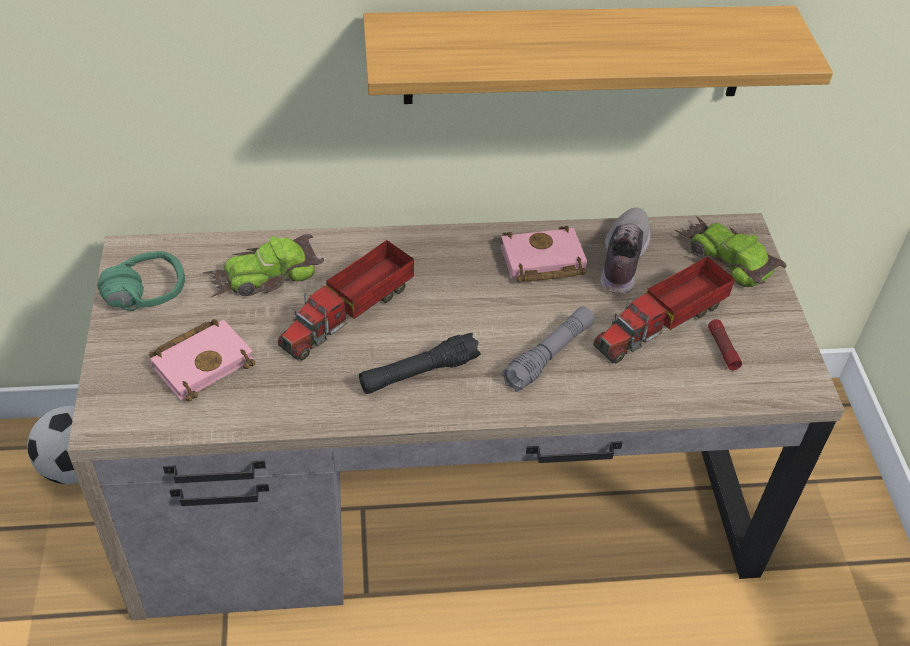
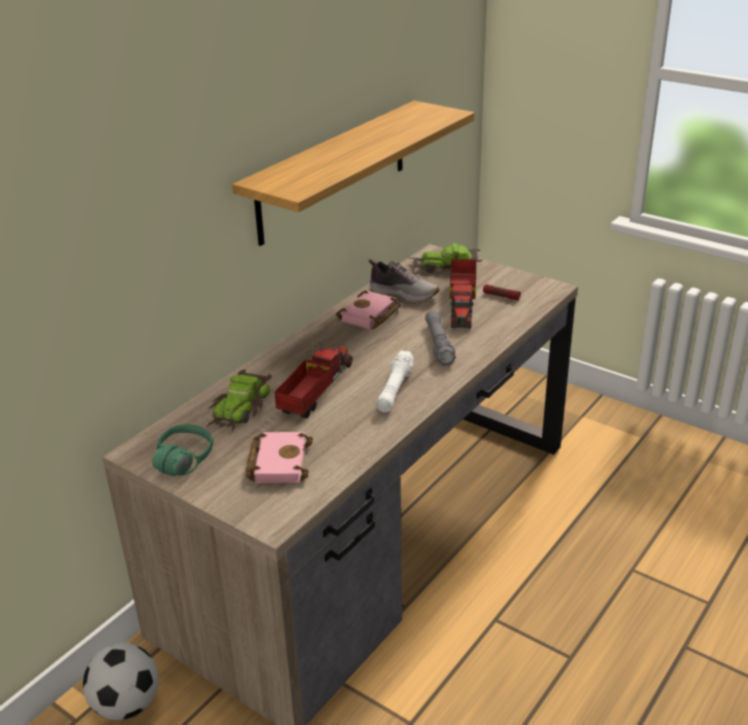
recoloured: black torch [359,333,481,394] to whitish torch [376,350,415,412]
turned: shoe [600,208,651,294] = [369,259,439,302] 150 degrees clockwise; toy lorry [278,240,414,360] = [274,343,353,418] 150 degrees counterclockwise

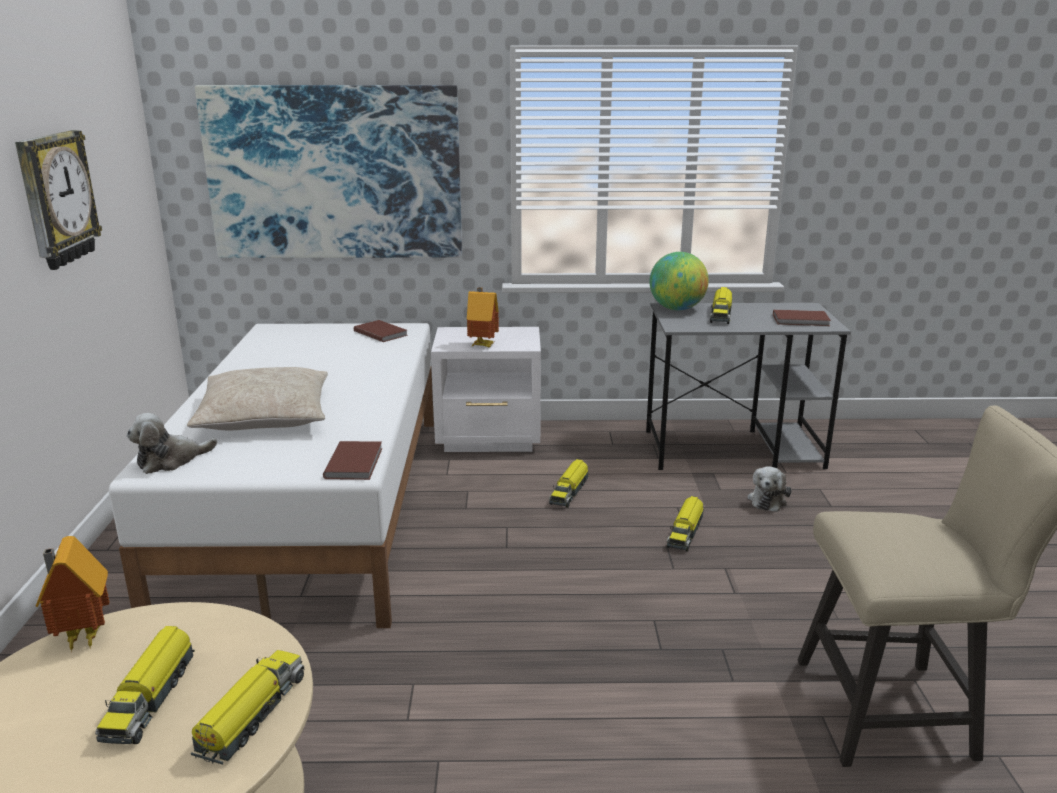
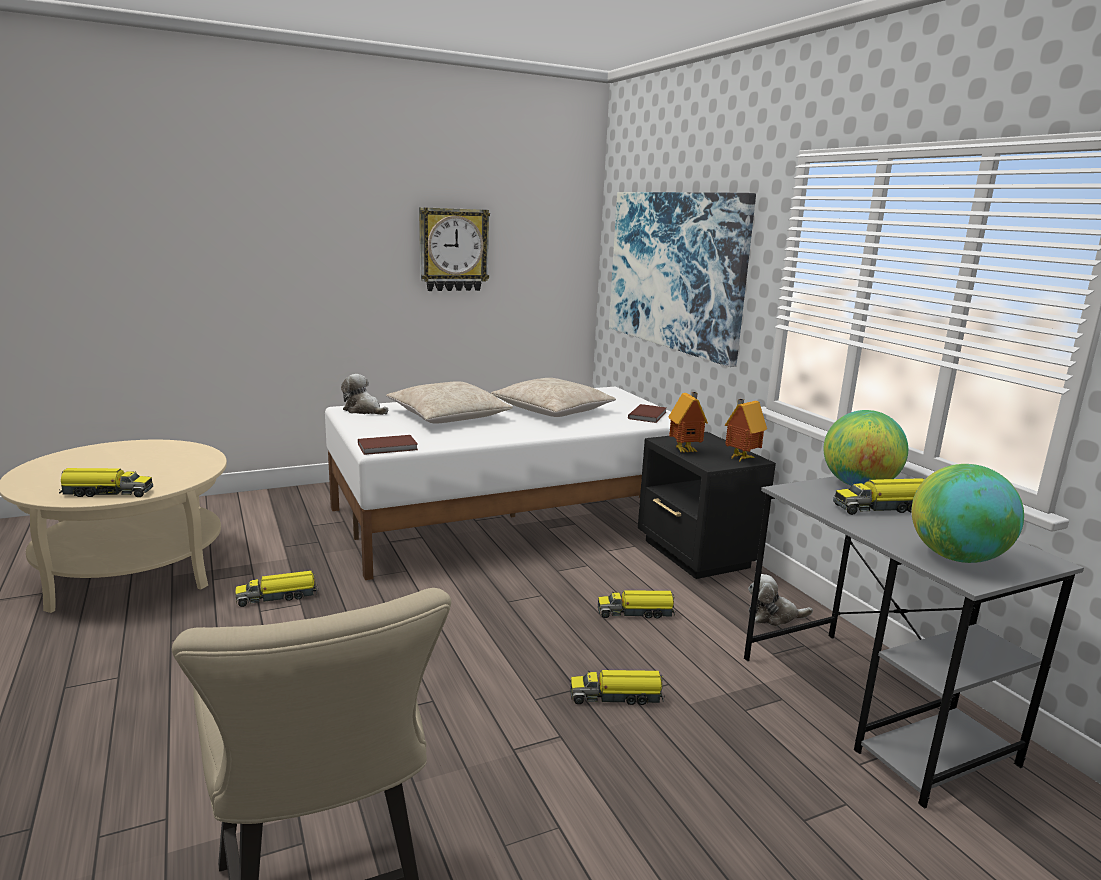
added: sand-coloured pillow [491,378,616,417]
moved: soft toy [747,466,792,512] to [748,574,813,626]; model house [35,536,110,653] to [725,399,767,461]; toy lorry [95,626,195,744] to [235,571,318,607]
replaced: brown-coloured volume [773,310,831,326] to world globe [912,464,1024,563]
recoloured: whitish bedside table [431,327,541,452] to black bedside table [638,432,776,579]

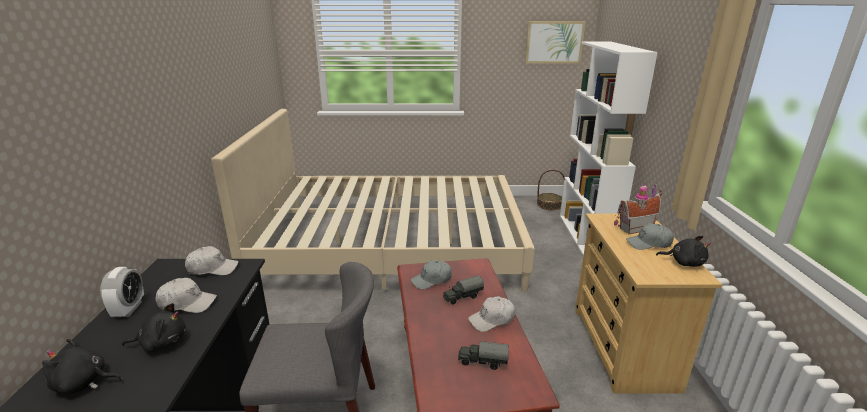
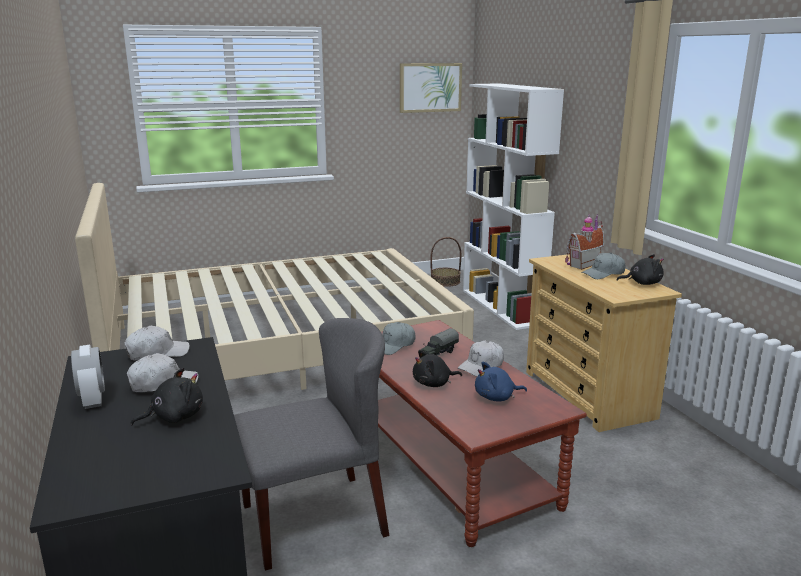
moved: black soft toy [42,339,122,394] to [413,350,462,387]
replaced: toy lorry [458,341,509,370] to blue soft toy [475,362,527,402]

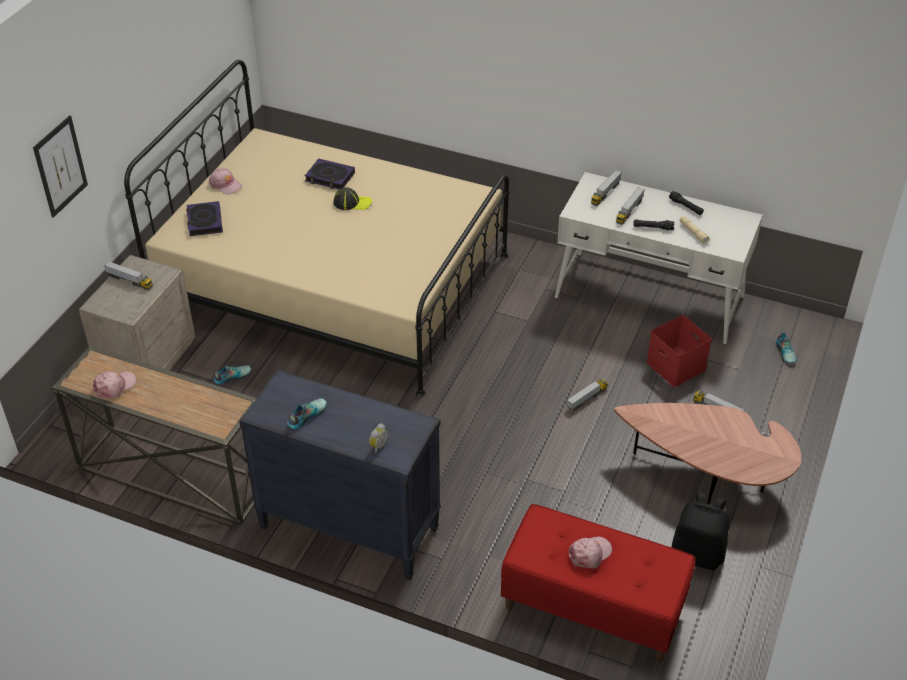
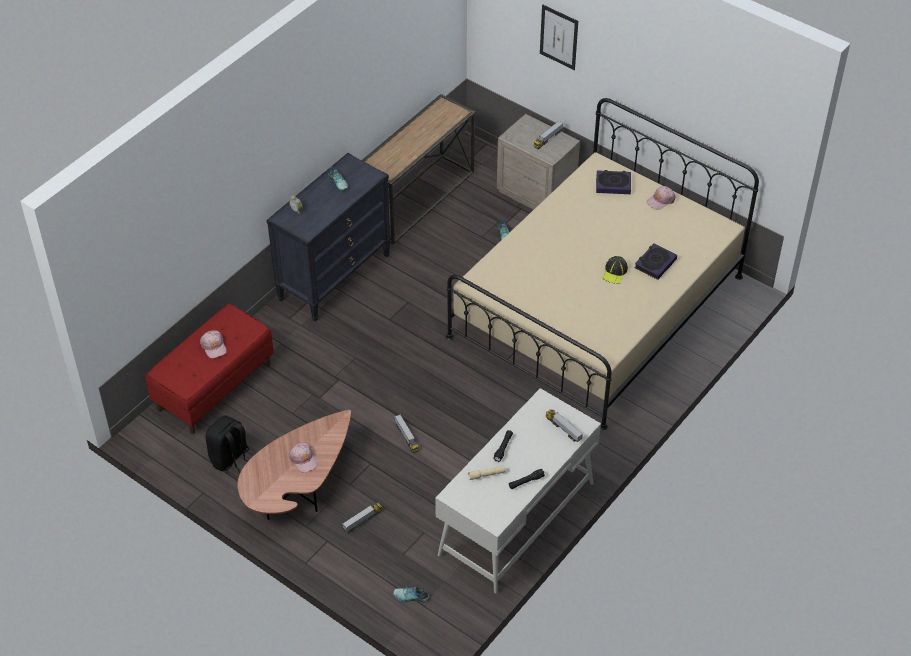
removed: toy lorry [616,187,645,225]; reddish storage container [646,315,712,387]
moved: pinkish baseball cap [93,371,136,398] to [289,442,318,473]

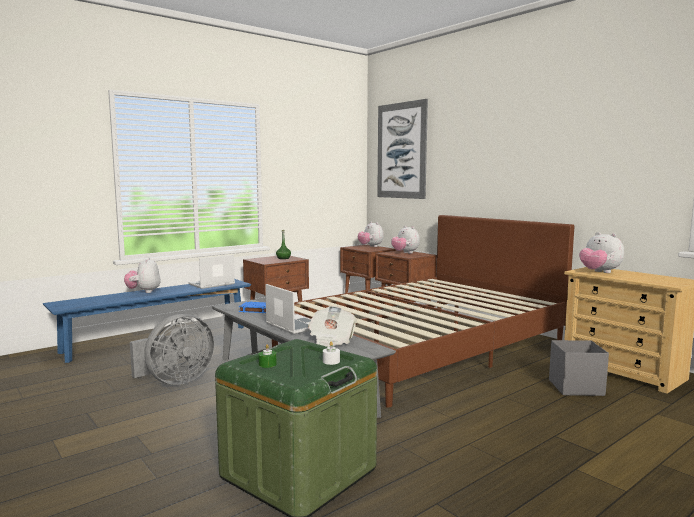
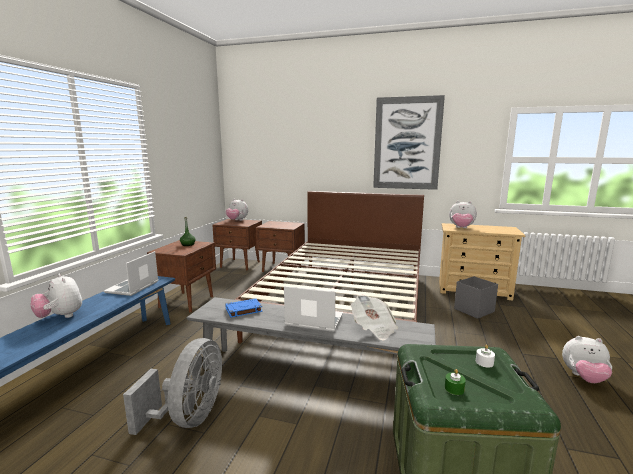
moved: wall picture [377,99,428,199] to [373,95,445,190]; soft toy [391,226,420,254] to [562,336,612,383]

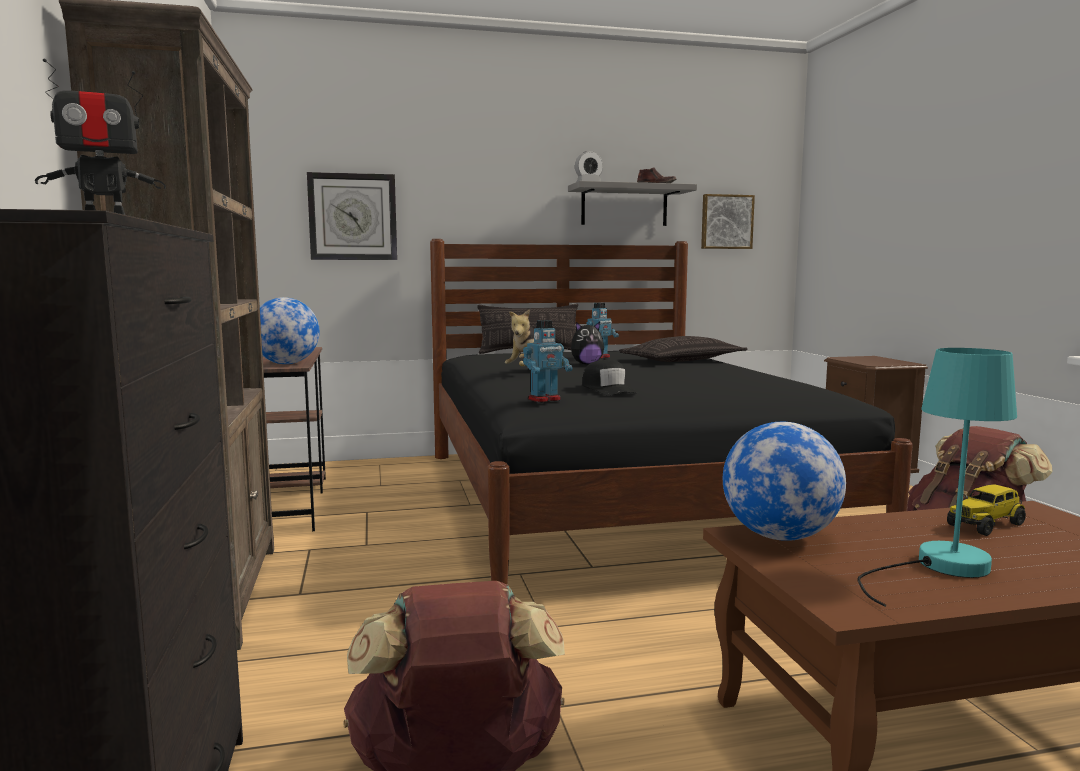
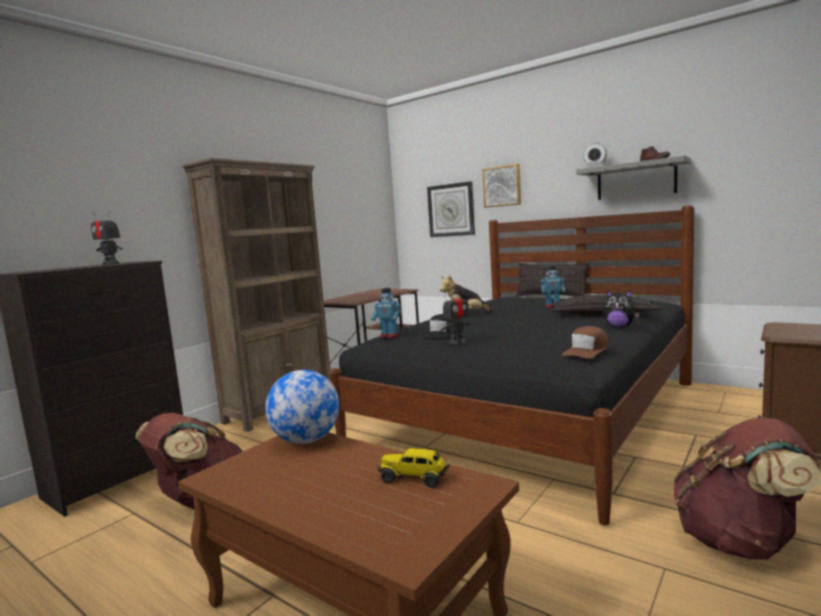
removed: world globe [260,297,320,364]; turquoise table lamp [857,348,1017,607]
added: model robot [440,289,472,344]; brown-coloured baseball cap [562,326,608,359]
moved: wall picture [701,194,755,249] to [482,164,521,208]; soft toy [571,322,604,365] to [604,290,639,327]

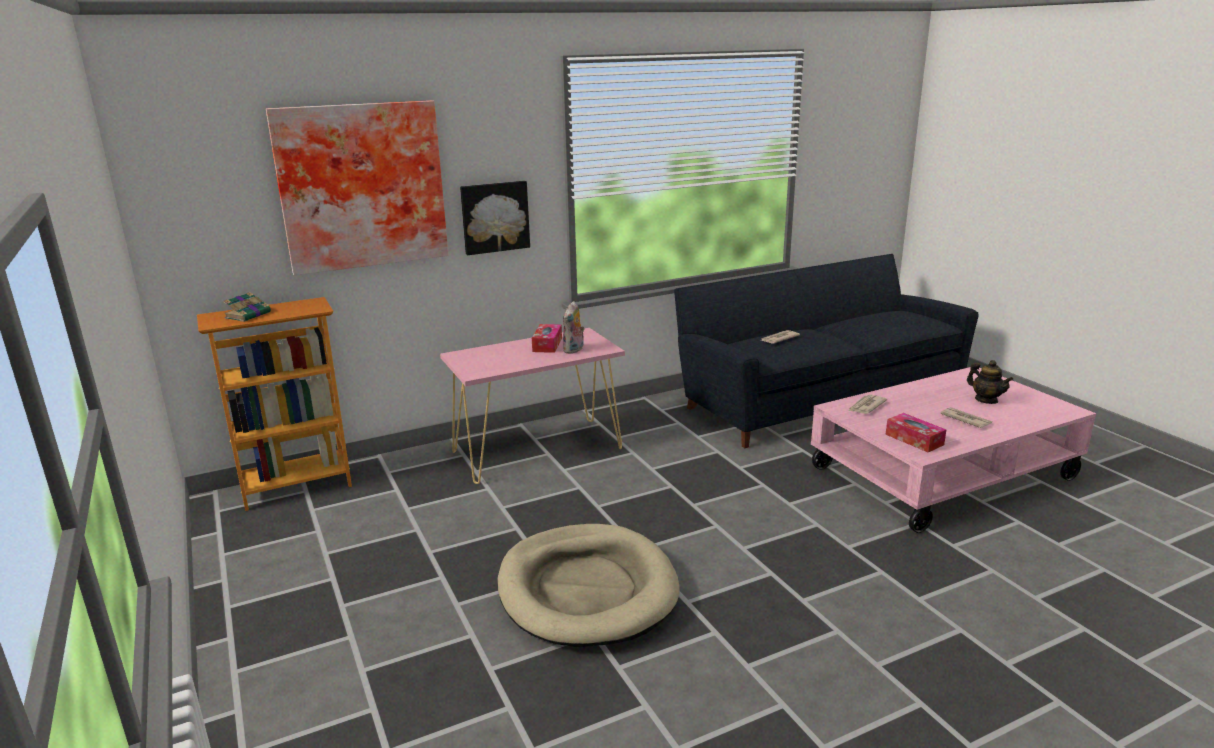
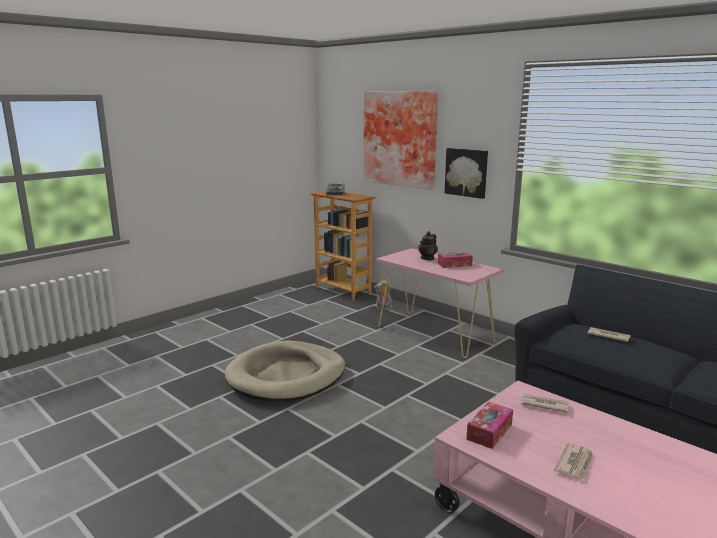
moved: soft toy [563,301,585,354] to [374,280,392,310]; pot for tea [967,360,1013,404] to [418,231,438,260]

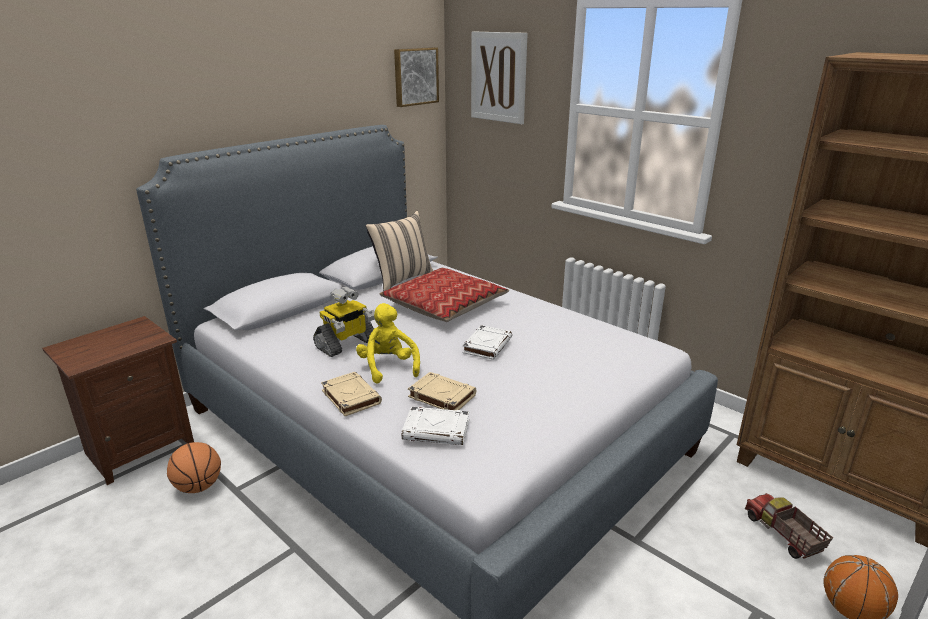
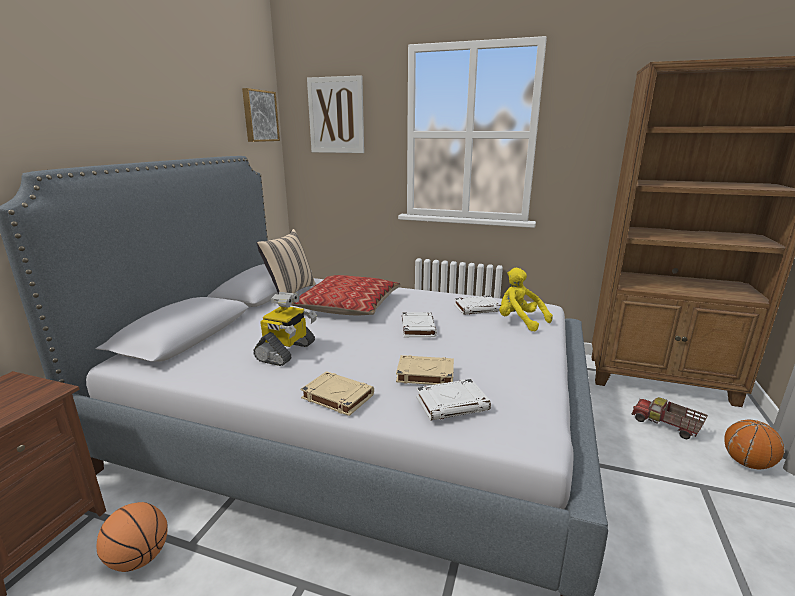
added: whitish volume [454,296,501,315]
moved: yellowish soft toy [356,303,420,384] to [499,268,553,332]

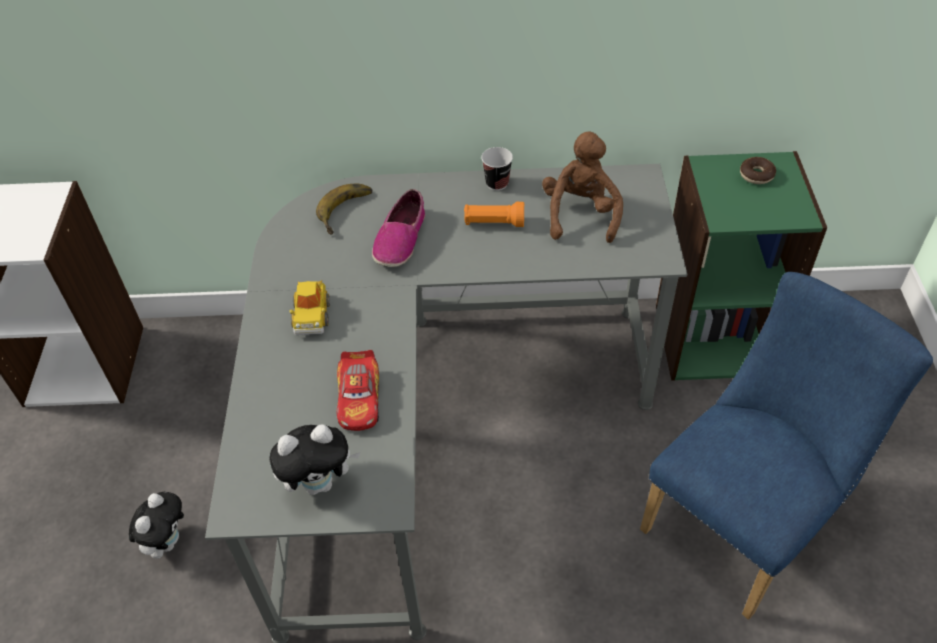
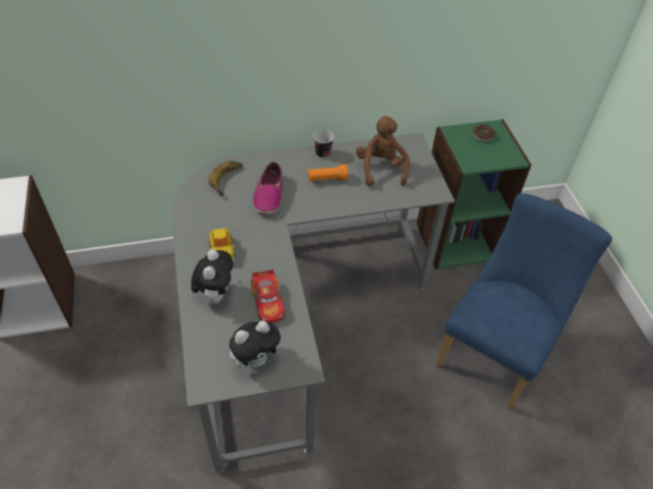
moved: soft toy [129,492,184,559] to [191,249,233,304]

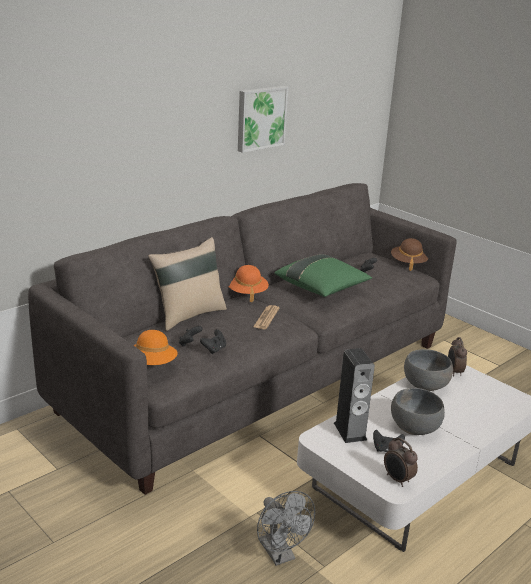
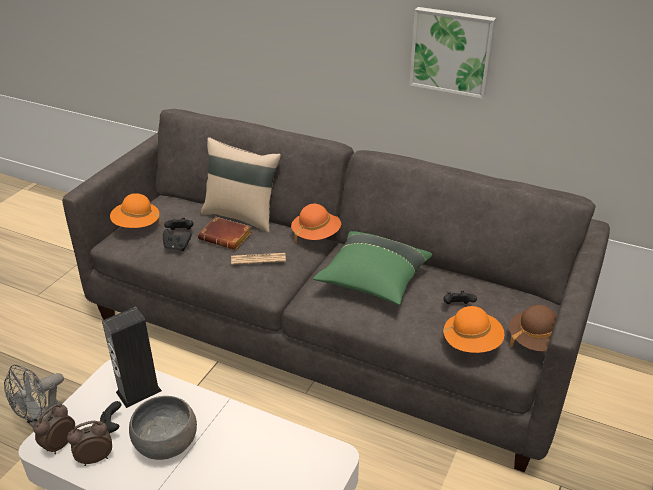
removed: grey deep dish [404,349,453,391]
added: brown-coloured volume [198,217,252,250]; orange-coloured wearable hat [442,306,504,353]
moved: bedside clock [448,337,467,376] to [67,421,112,466]

